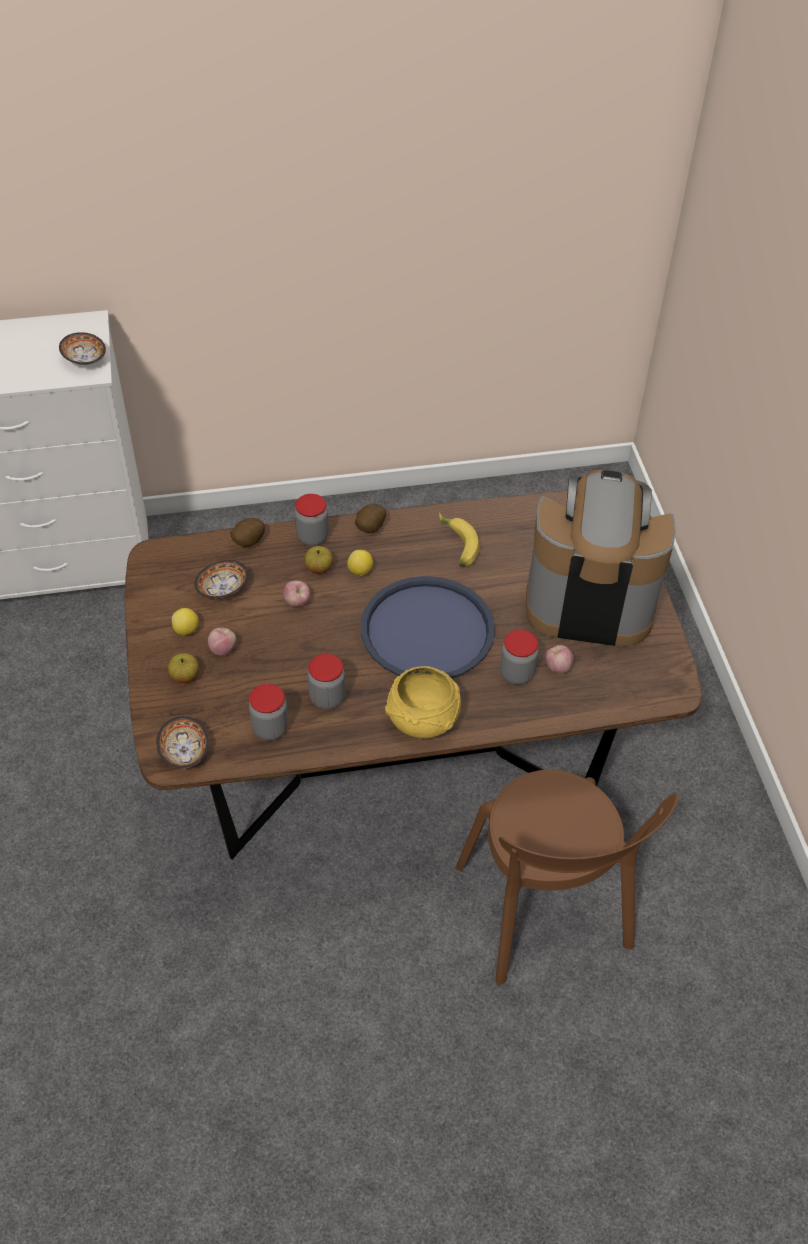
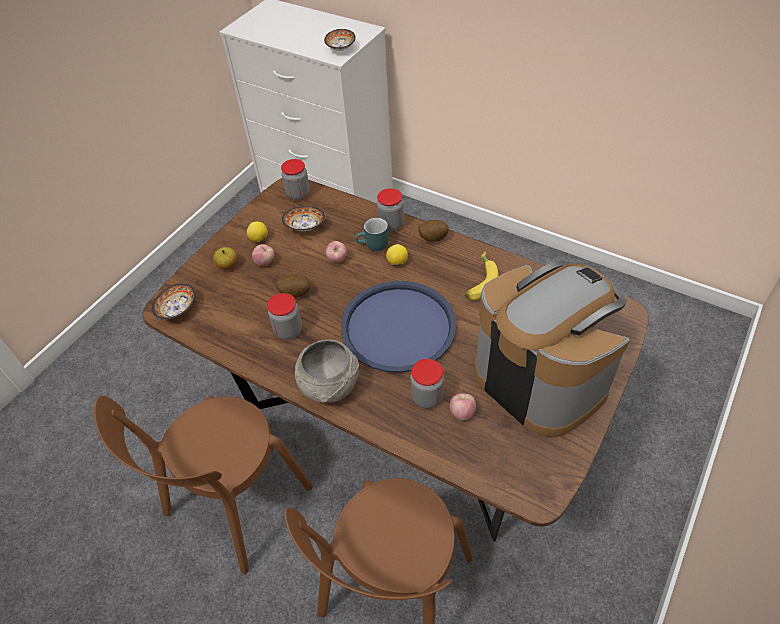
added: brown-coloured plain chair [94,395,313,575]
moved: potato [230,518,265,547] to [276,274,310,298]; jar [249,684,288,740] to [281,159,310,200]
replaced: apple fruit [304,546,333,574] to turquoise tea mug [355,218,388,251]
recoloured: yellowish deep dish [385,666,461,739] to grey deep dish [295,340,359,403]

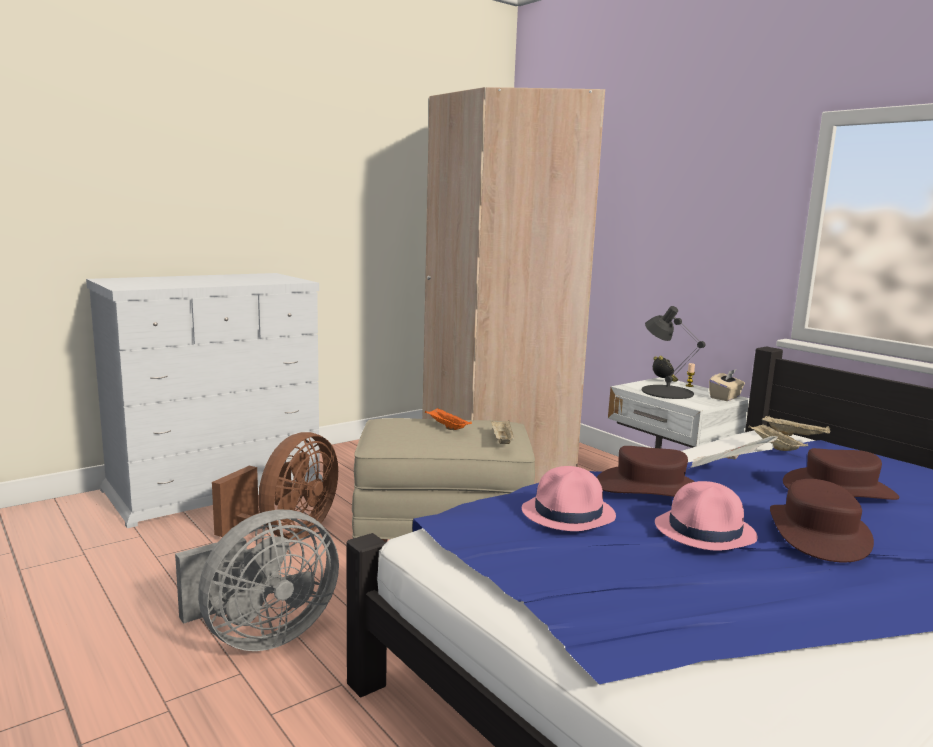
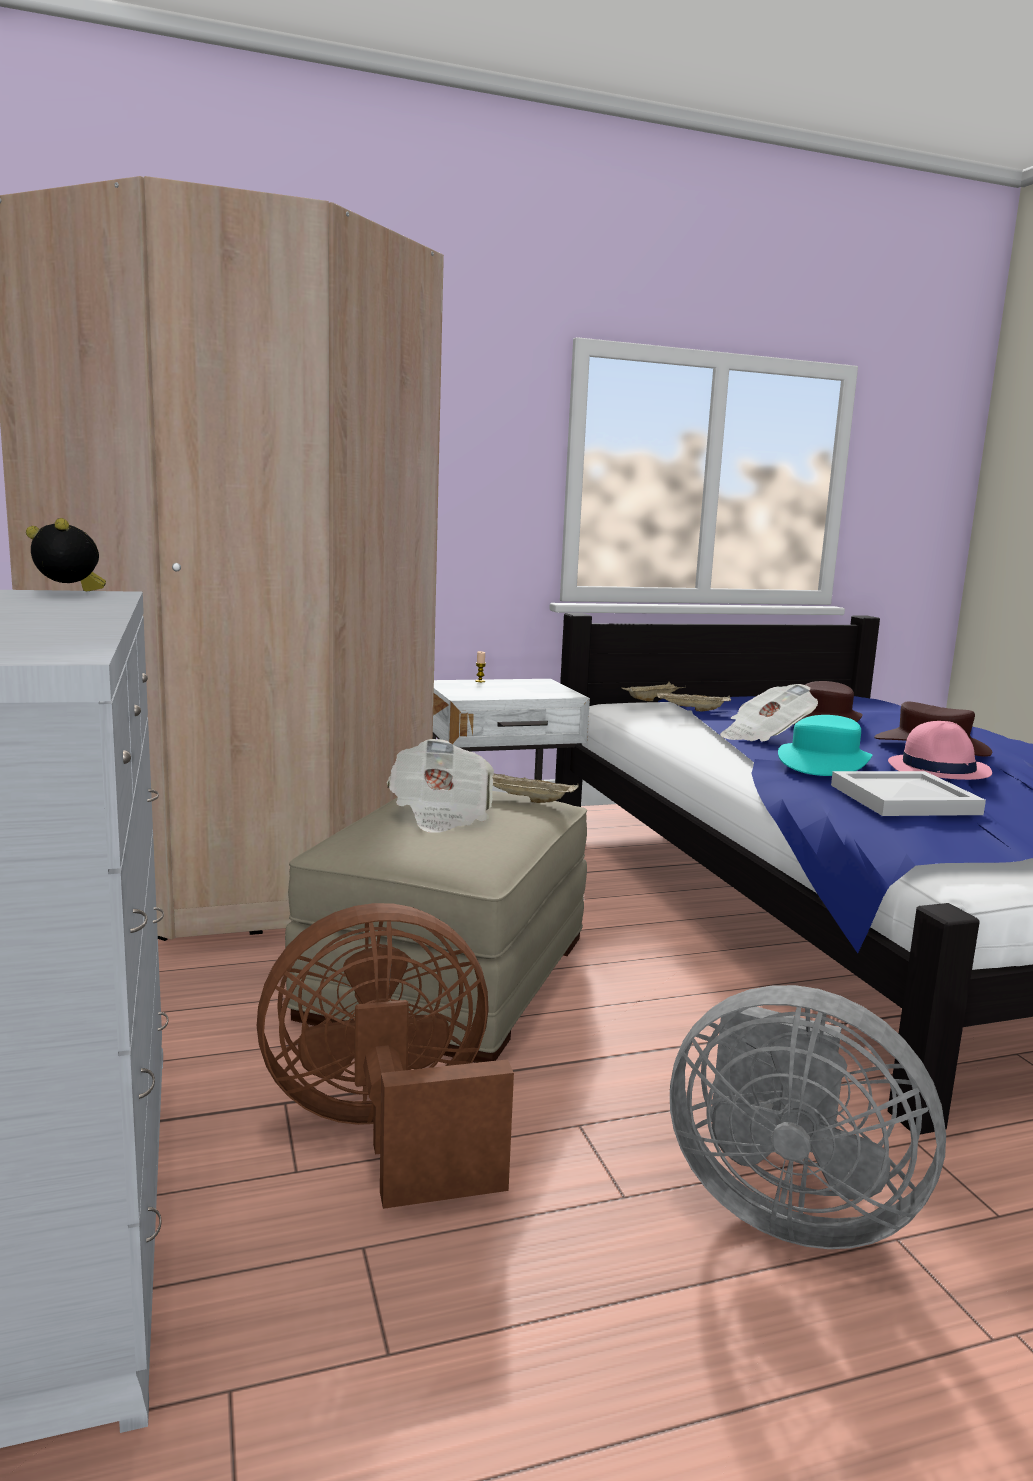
removed: black table lamp [642,306,706,399]; sand-coloured box of tissues [709,369,745,401]
moved: bedside clock [653,356,679,382] to [26,518,106,591]
replaced: orange-coloured tray [425,408,472,430] to newspaper [387,739,494,833]; pinkish wearable hat [522,466,616,531] to whitish tray [831,771,986,816]
recoloured: brown-coloured wearable hat [597,446,695,497] to turquoise wearable hat [778,715,872,776]
turned: brown-coloured electric fan [212,432,338,539] = [257,903,514,1209] 60 degrees counterclockwise; grey electric fan [175,510,339,651] = [670,985,946,1249] 135 degrees clockwise

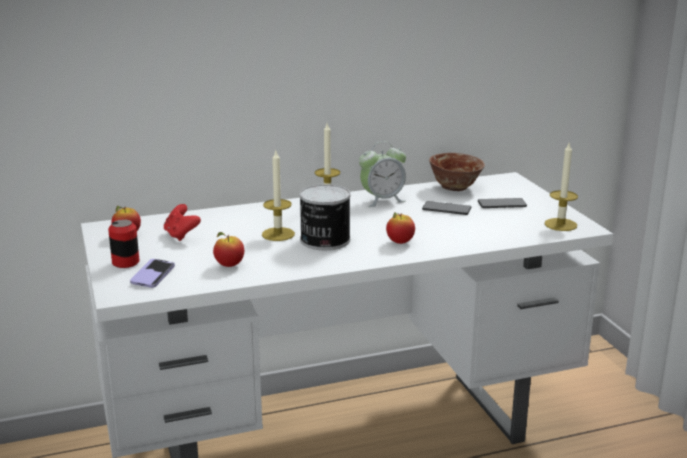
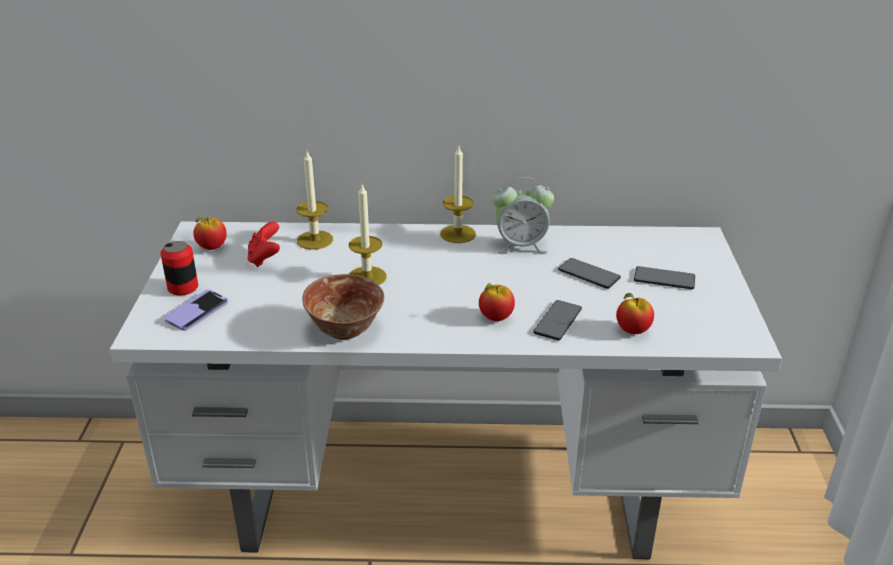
removed: sealed can [299,184,351,250]
added: handset [533,300,582,340]
moved: wax candle [545,141,578,231] to [297,151,333,250]; deep dish [429,153,485,191] to [302,274,384,339]; apple fruit [213,232,244,267] to [616,293,654,334]

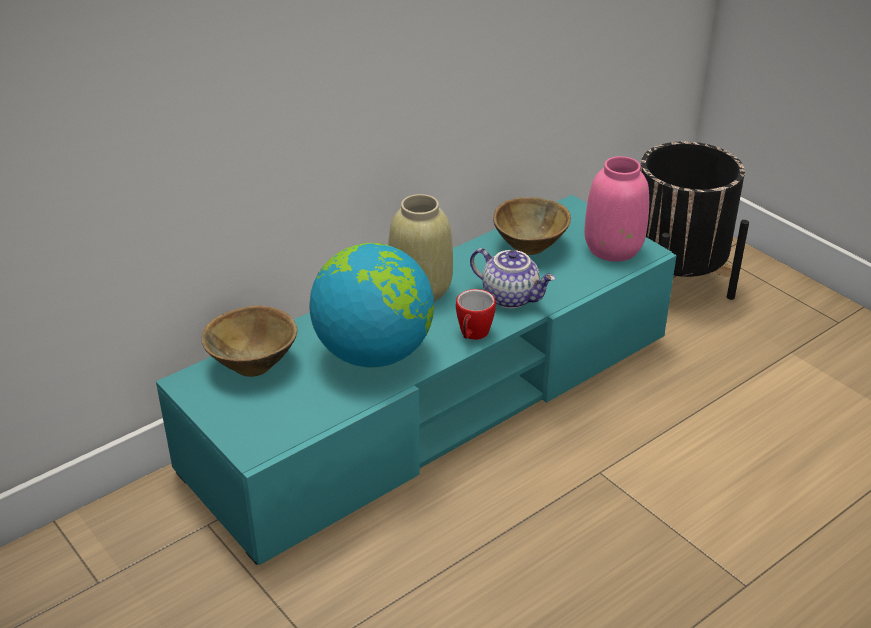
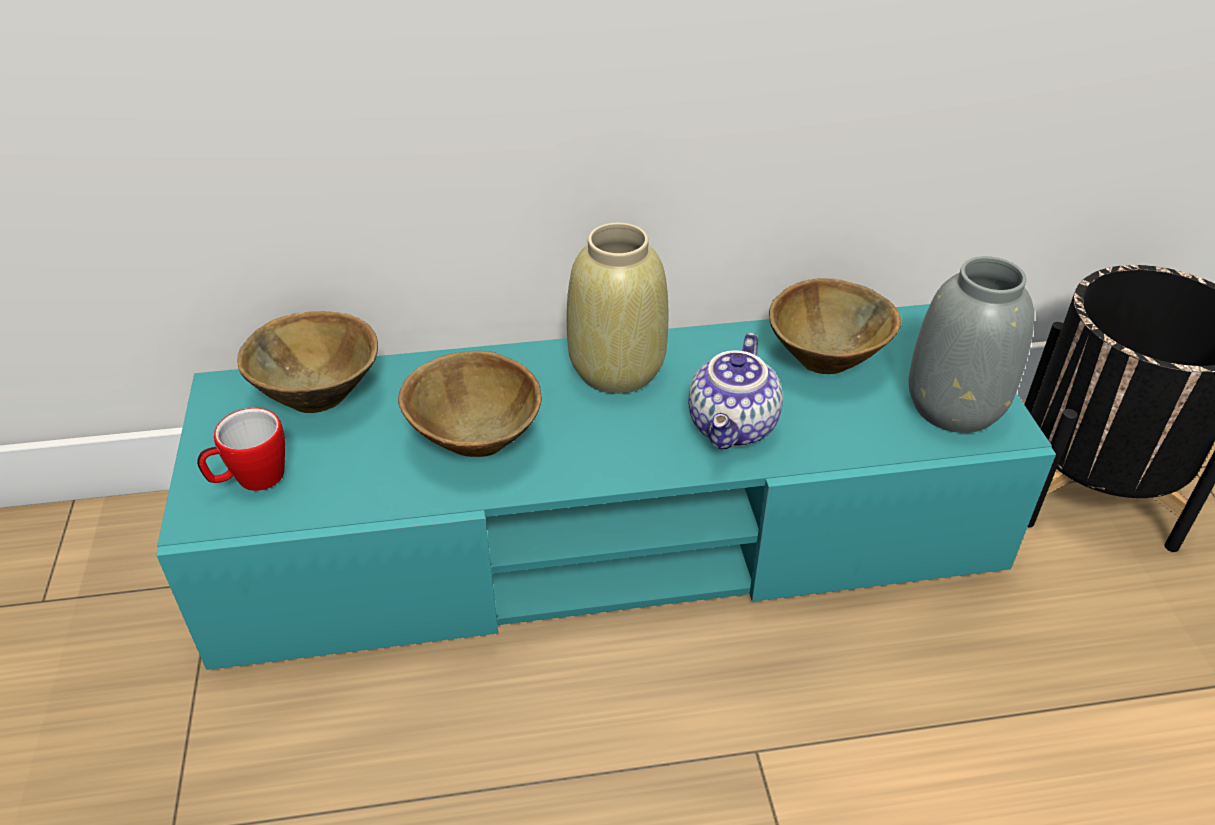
moved: tea mug [456,289,496,340] to [197,408,285,491]
replaced: world globe [309,243,434,368] to brown-coloured deep dish [398,351,542,457]
recoloured: pinkish decorative vase [585,156,649,262] to grey decorative vase [909,256,1034,433]
turned: pot for tea [470,248,555,309] = [688,333,783,449] 45 degrees clockwise

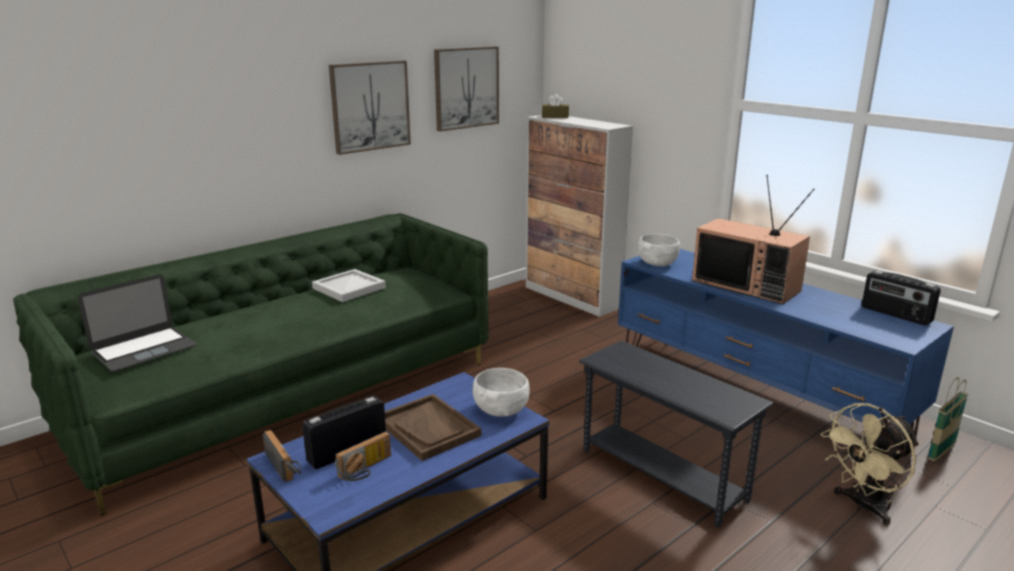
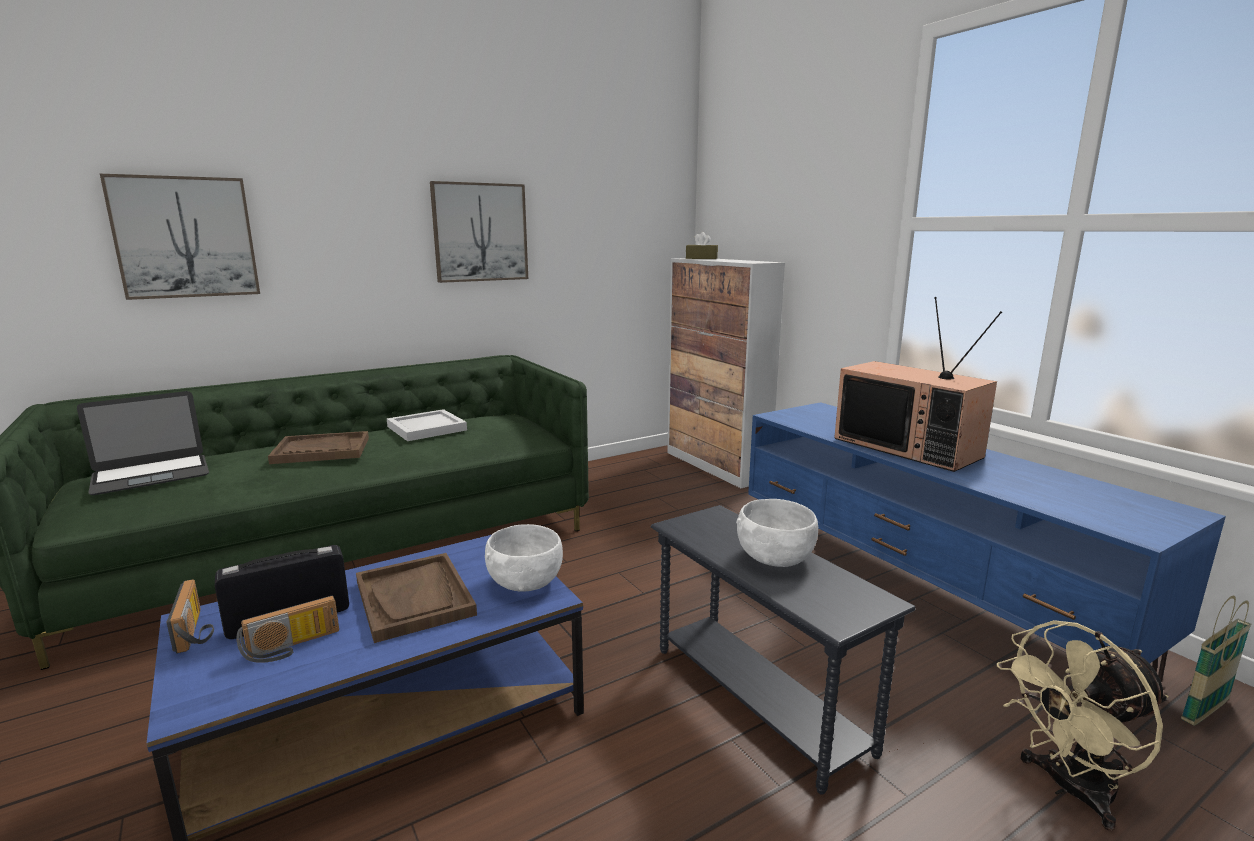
removed: radio [862,271,941,325]
added: brown-coloured tray [268,431,369,464]
moved: wall picture [434,47,499,131] to [100,174,260,300]; whitish deep dish [638,234,680,266] to [736,499,818,567]

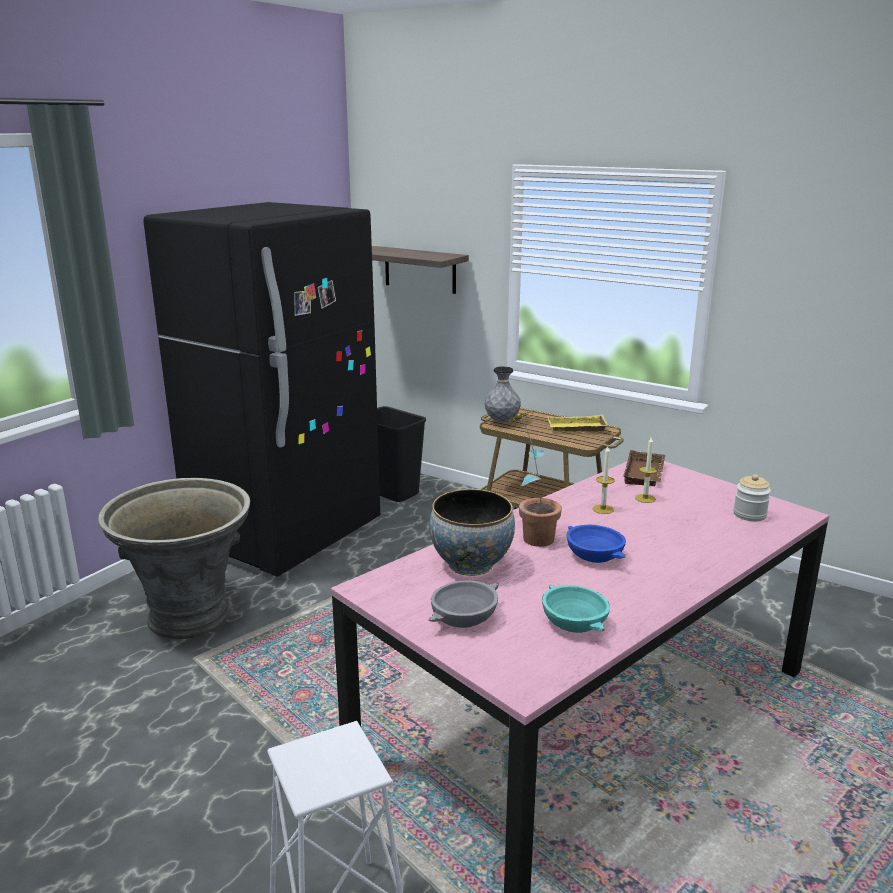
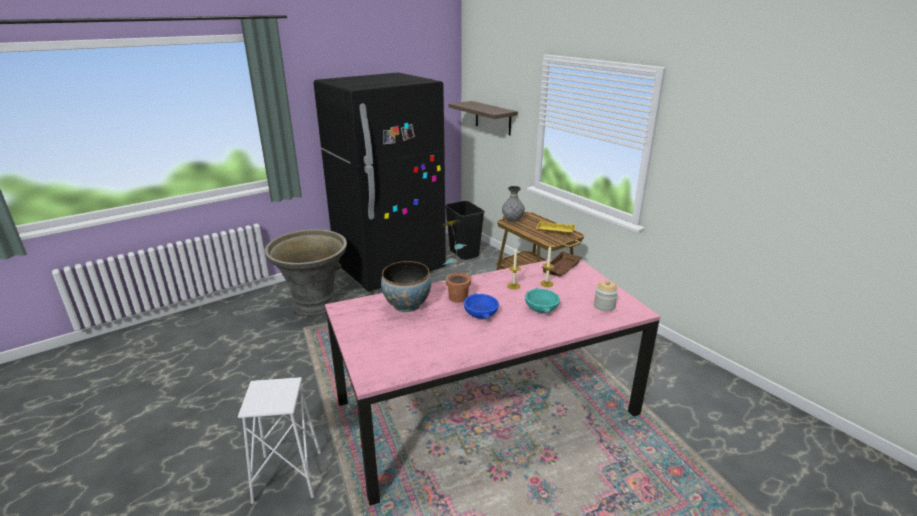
removed: grey deep dish [429,581,499,628]
moved: turquoise deep dish [542,585,610,633] to [525,288,560,313]

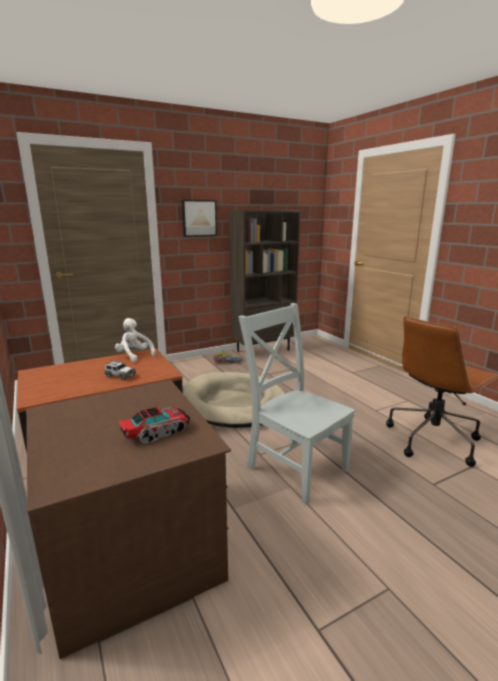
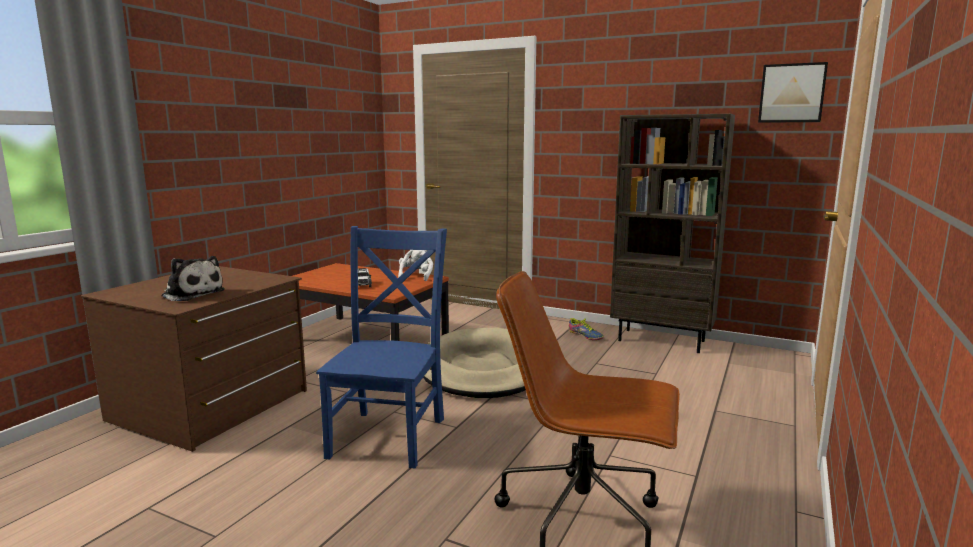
moved: wall picture [182,200,217,237] to [758,62,828,123]
replaced: toy lorry [119,405,190,444] to soft toy [161,256,225,301]
recoloured: grey plain chair [238,303,355,504] to blue plain chair [316,226,447,468]

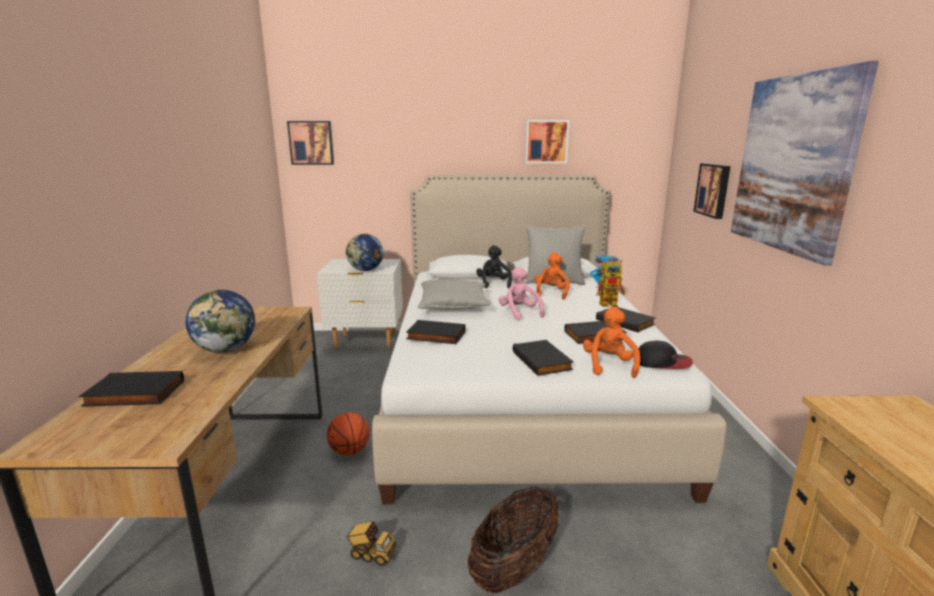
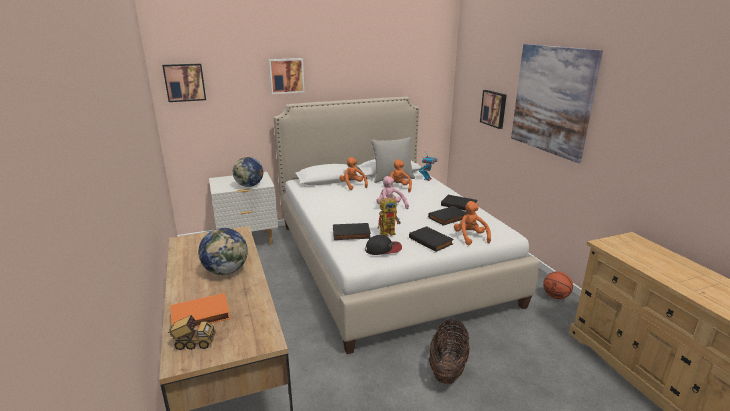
removed: grey pillow [417,279,491,310]
moved: wall picture [525,120,569,163] to [268,58,305,94]; model robot [596,260,625,307] to [378,196,401,237]; baseball cap [638,341,693,369] to [365,235,402,255]; basketball ball [327,412,370,455] to [543,272,573,299]; toy lorry [346,521,397,566] to [168,315,216,350]
recoloured: black soft toy [476,245,512,288] to orange-coloured soft toy [339,157,368,190]; black volume [79,371,184,407] to orange-coloured volume [170,293,231,328]

